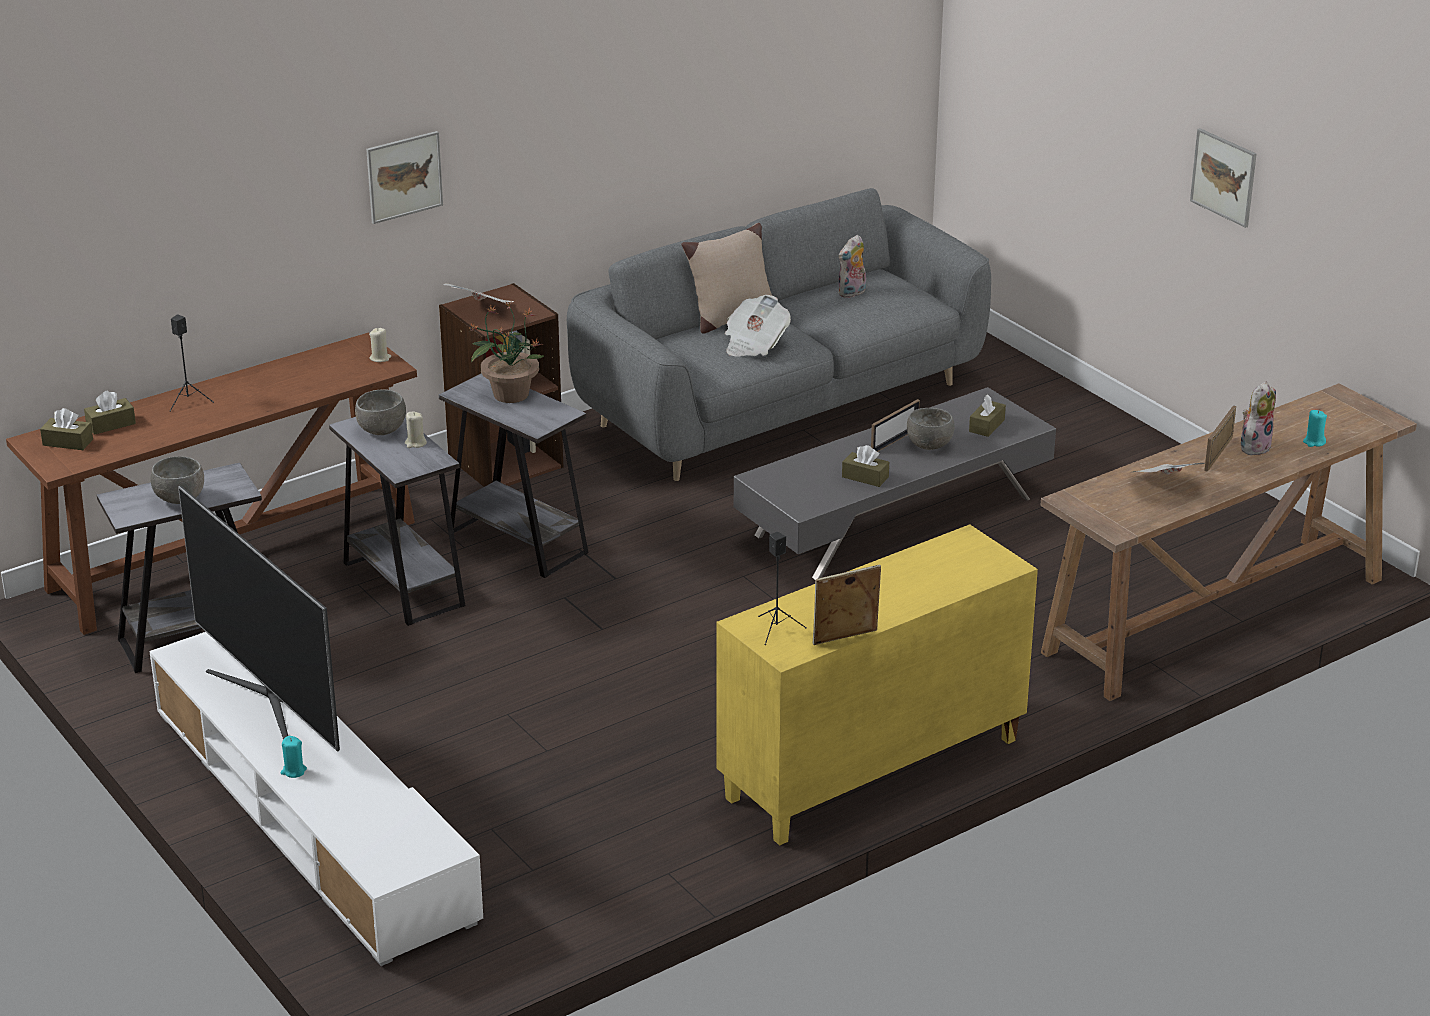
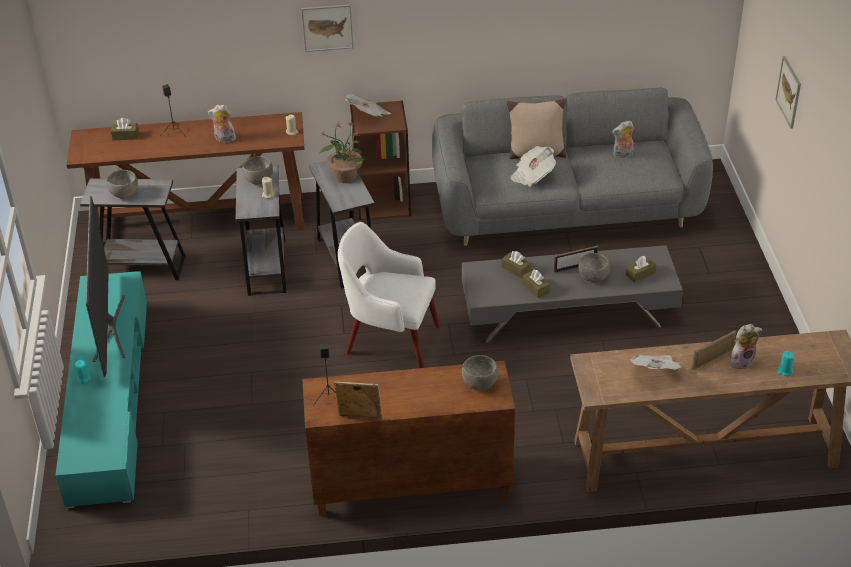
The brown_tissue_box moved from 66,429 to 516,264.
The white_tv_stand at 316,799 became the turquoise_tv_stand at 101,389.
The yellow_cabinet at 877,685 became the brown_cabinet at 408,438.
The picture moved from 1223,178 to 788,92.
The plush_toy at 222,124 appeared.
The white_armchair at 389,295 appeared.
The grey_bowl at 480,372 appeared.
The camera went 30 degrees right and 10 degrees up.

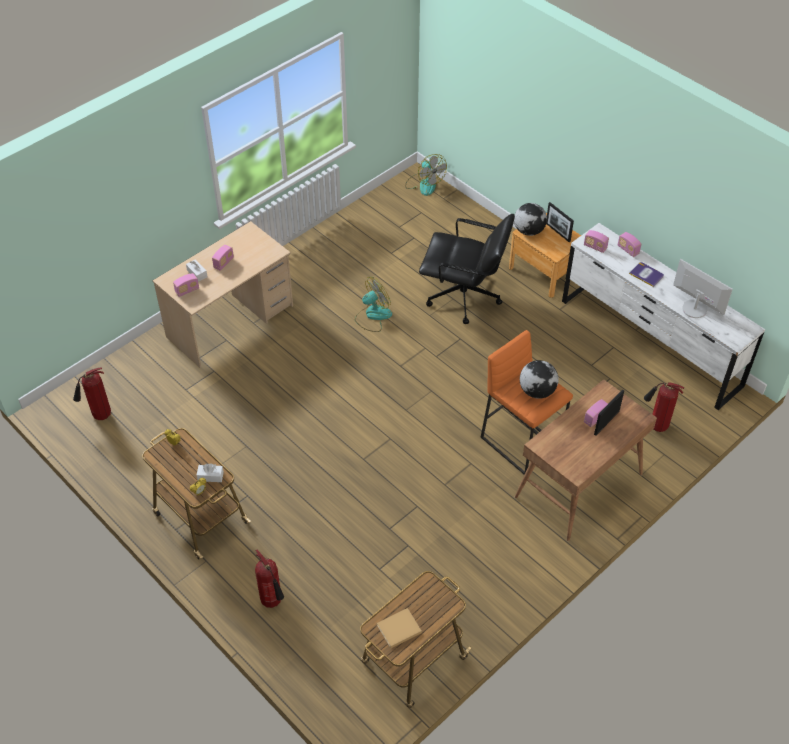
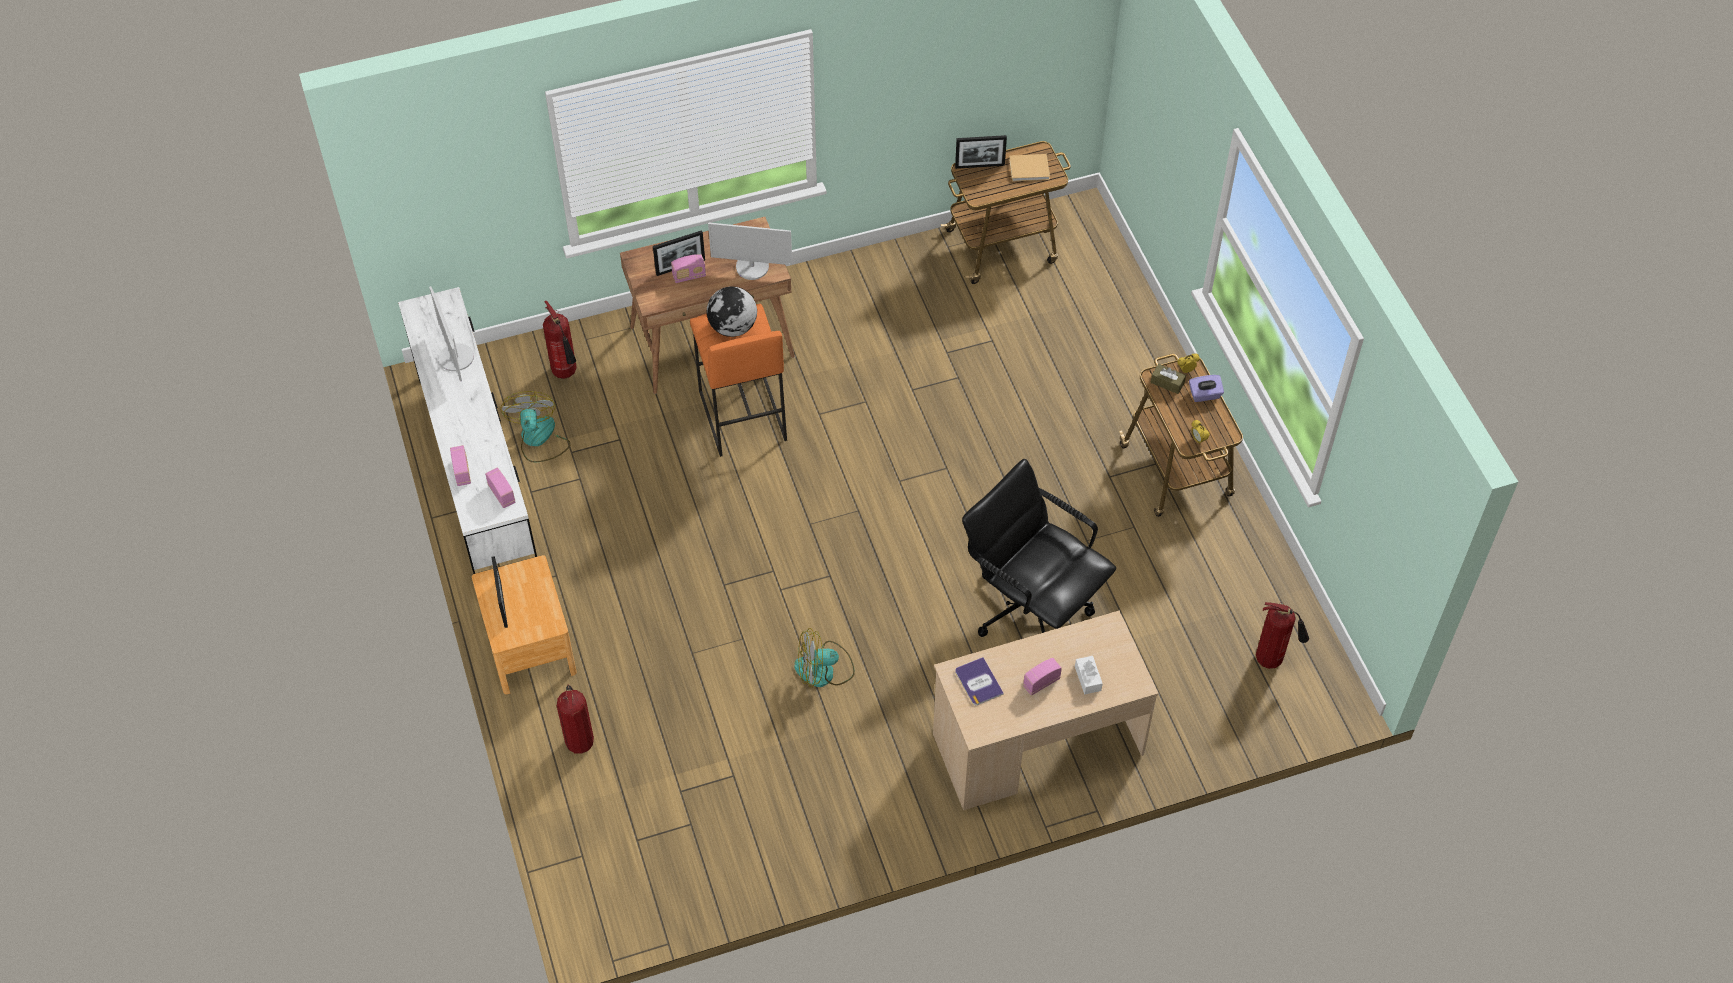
The radio at 186,285 disappeared.
The white_tissue_box at 210,473 became the brown_tissue_box at 1168,379.
The fire_extinguisher moved from 269,579 to 575,719.
The fan moved from 426,175 to 535,426.
The black_office_chair moved from 466,269 to 1039,548.
The globe at 530,219 disappeared.
The book moved from 646,274 to 979,681.
The monitor at 750,251 appeared.
The picture_frame at 981,152 appeared.
The purple_tissue_box at 1206,388 appeared.
The camera went 155 degrees left and 5 degrees up.

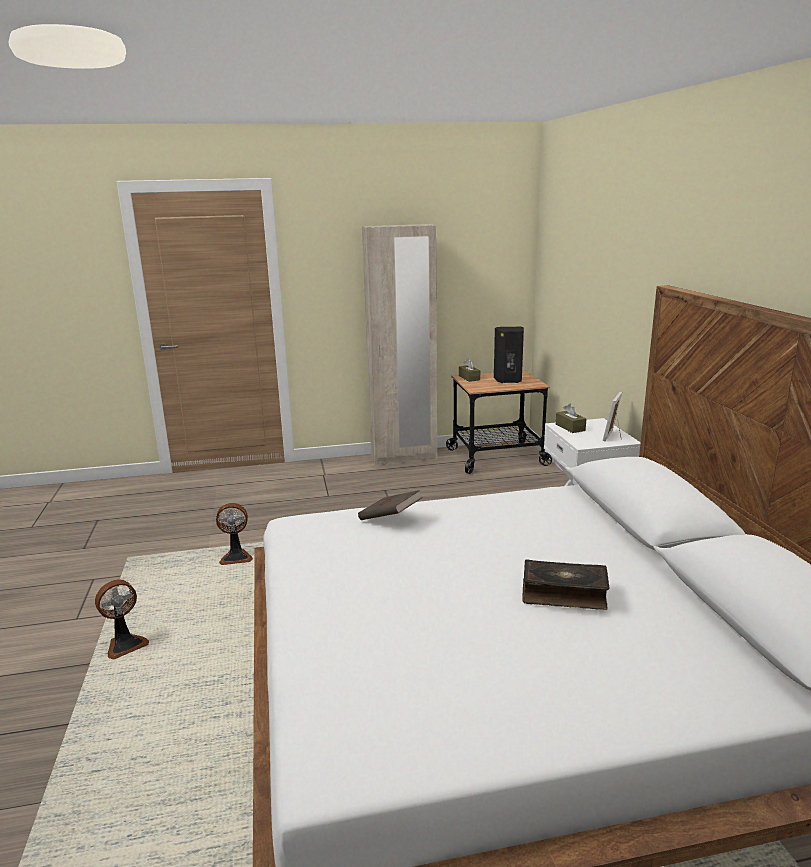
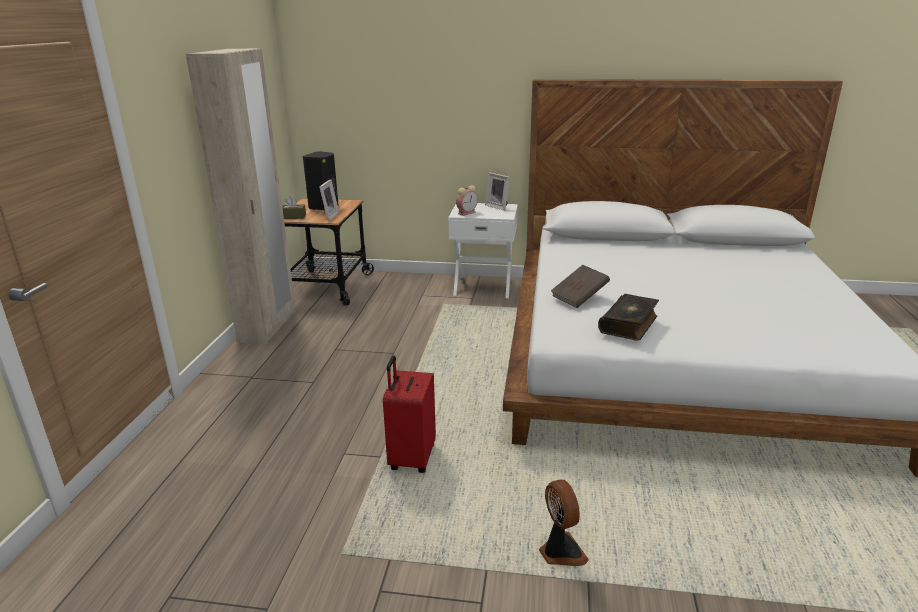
The fan at 234,534 was replaced by the red_suitcase at 409,414.
The book moved from 566,584 to 628,317.
The brown_tissue_box at 571,418 was replaced by the alarm_clock at 467,200.
The picture_frame at 329,200 appeared.
The camera went 70 degrees left and 5 degrees up.

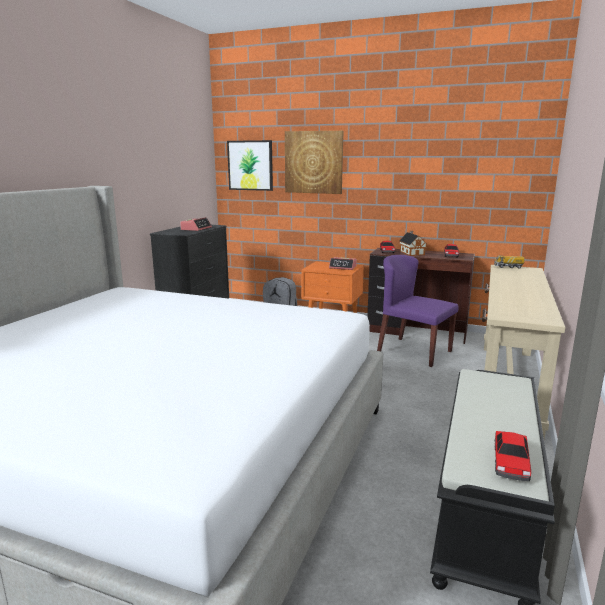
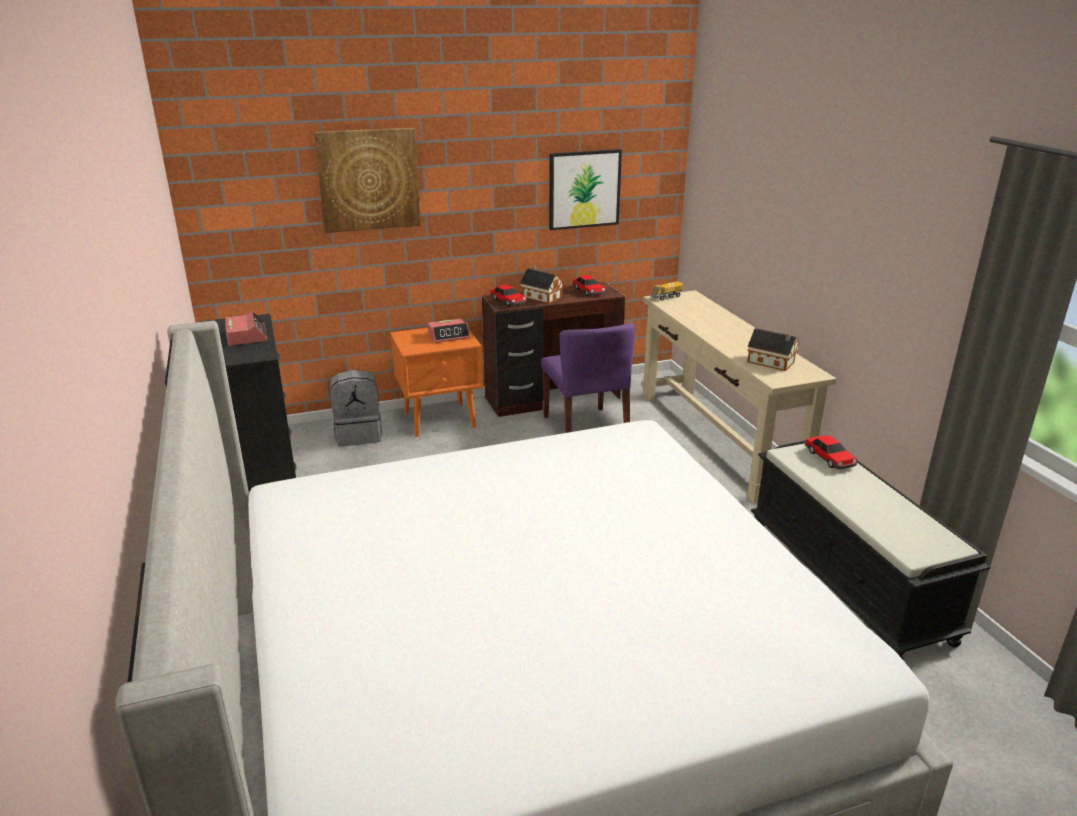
The picture moved from 250,165 to 585,189.
The purple_chair at 418,311 turned 105 degrees counterclockwise.
The toy_car moved from 513,456 to 831,452.
The toy_house at 773,349 appeared.
The camera went 40 degrees left and 10 degrees up.

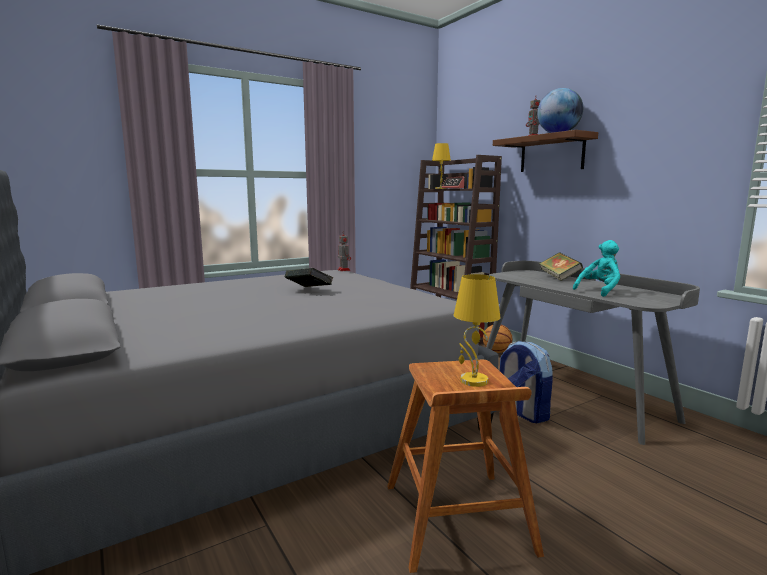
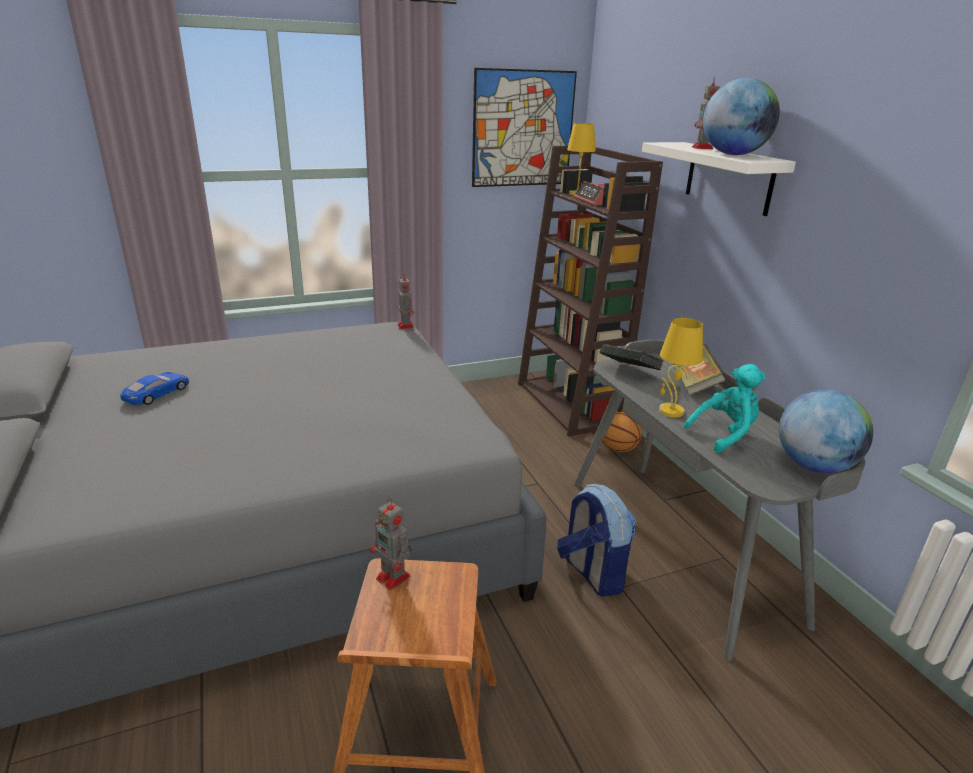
The book moved from 309,277 to 632,357.
The yellow_table_lamp moved from 477,330 to 681,368.
The brown_shelf at 545,151 became the white_shelf at 719,179.
The blue_toy_car at 154,388 appeared.
The toy_robot at 391,544 appeared.
The picture at 524,127 appeared.
The globe at 826,431 appeared.
The camera went 10 degrees right and 15 degrees up.

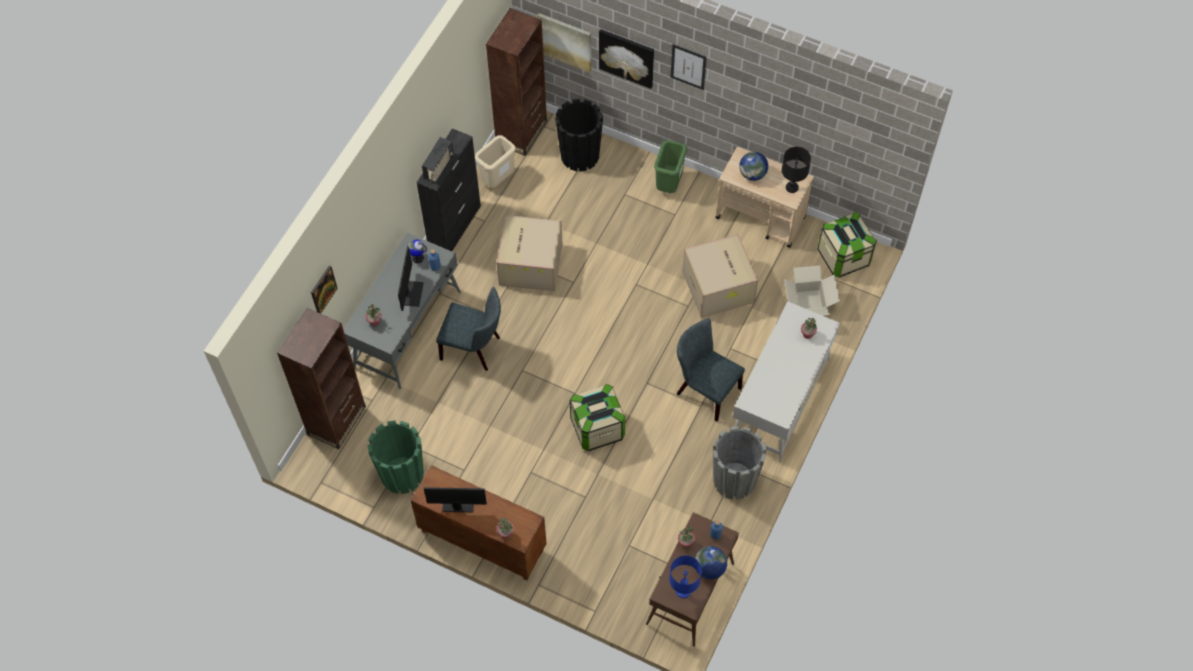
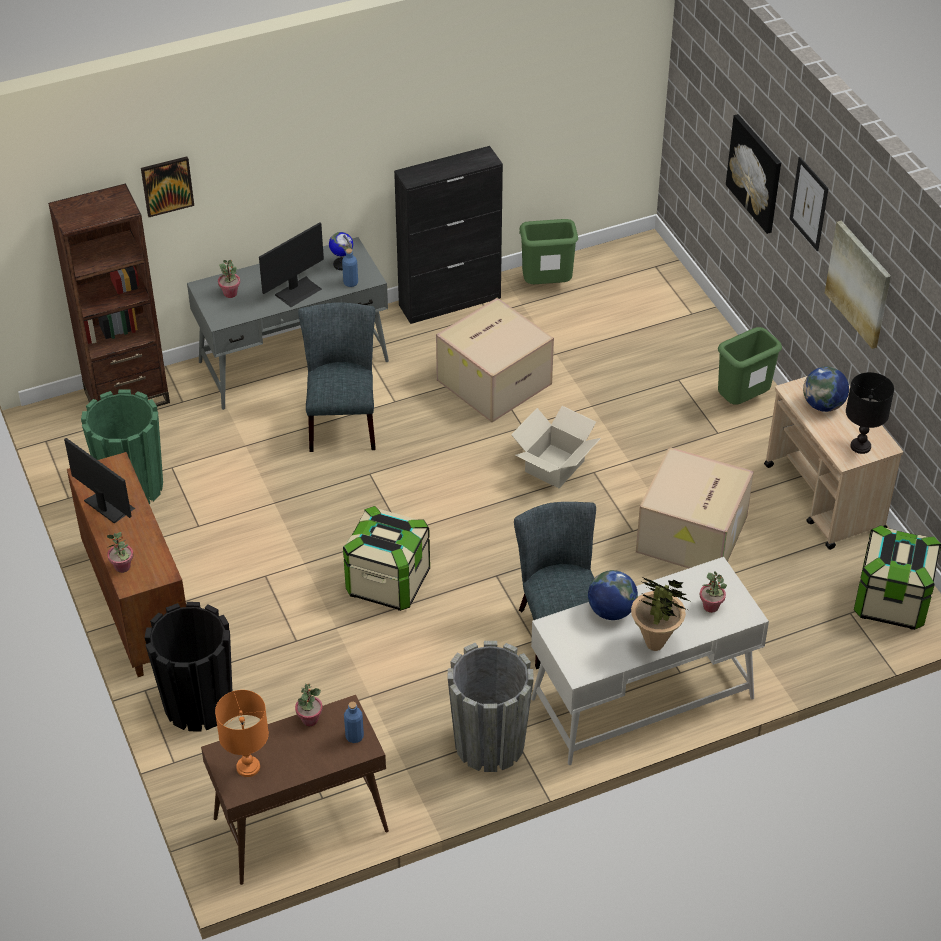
The radio at 438,159 disappeared.
The grey_chair at 468,329 turned 150 degrees counterclockwise.
The beige_trash_can at 495,161 became the green_trash_can at 548,251.
The brown_bookcase at 516,82 disappeared.
The picture moved from 564,42 to 858,284.
The black_planter moved from 579,135 to 188,667.
The blue_table_lamp at 685,576 became the orange_table_lamp at 242,733.
The globe moved from 711,563 to 613,595.
The cardboard_box moved from 812,291 to 556,447.
The potted_plant at 660,614 appeared.
The camera went 40 degrees right and 15 degrees down.

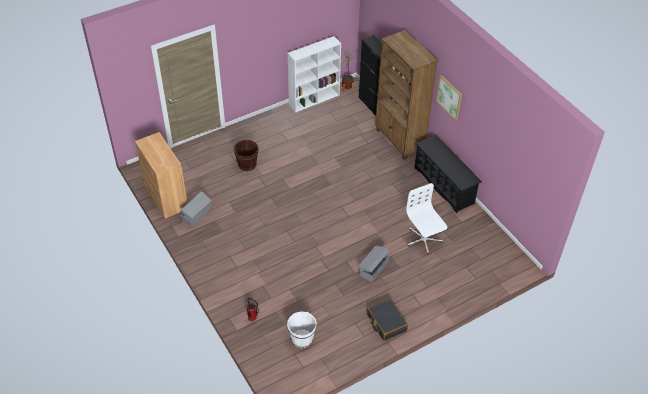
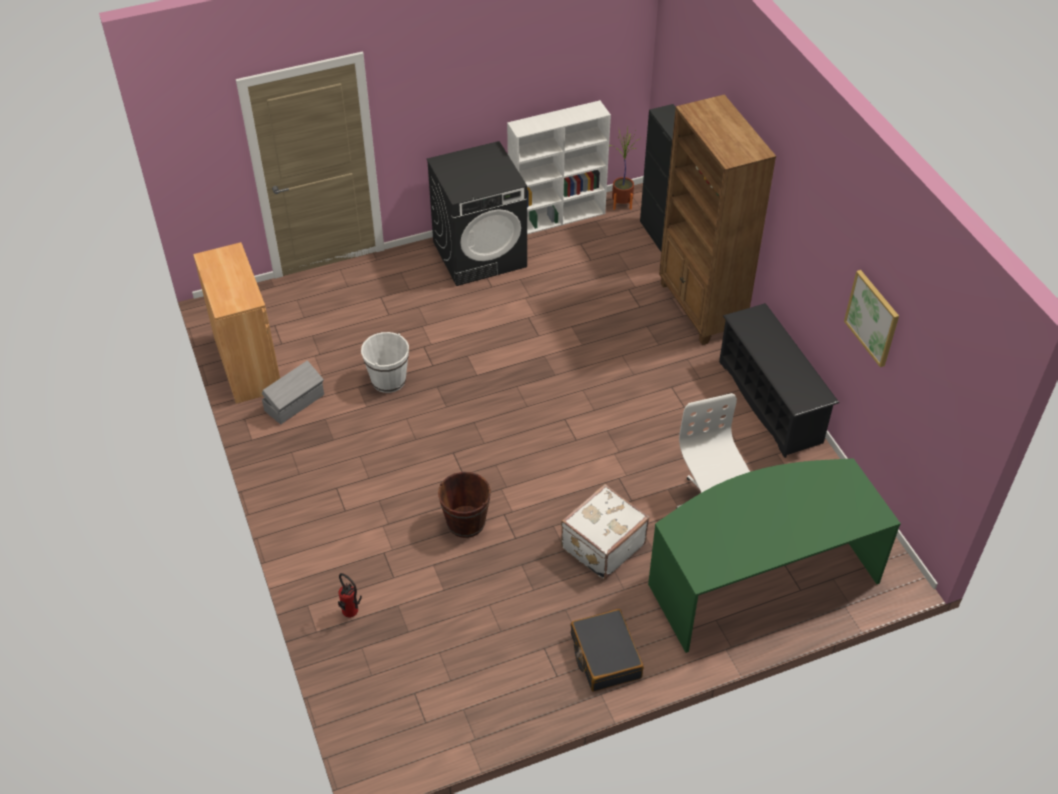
The brown_bucket moved from 246,155 to 464,505.
The white_bucket moved from 302,329 to 385,362.
The grey_storage_box at 374,264 was replaced by the white_suitcase at 605,532.
The picture moved from 449,97 to 871,318.
The black_washing_machine at 477,213 appeared.
The green_desk at 774,555 appeared.
The camera went 10 degrees right and 0 degrees up.

